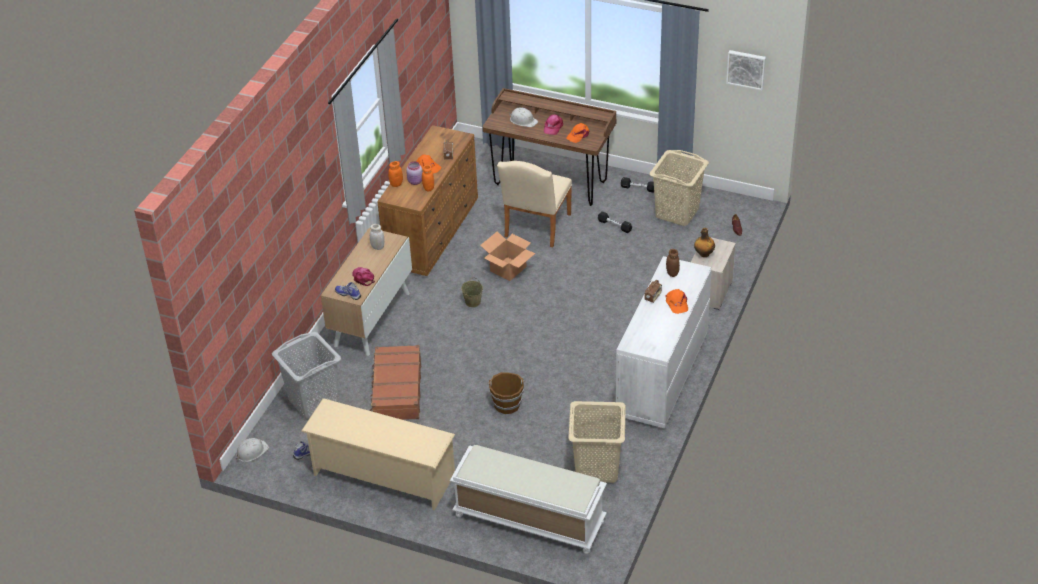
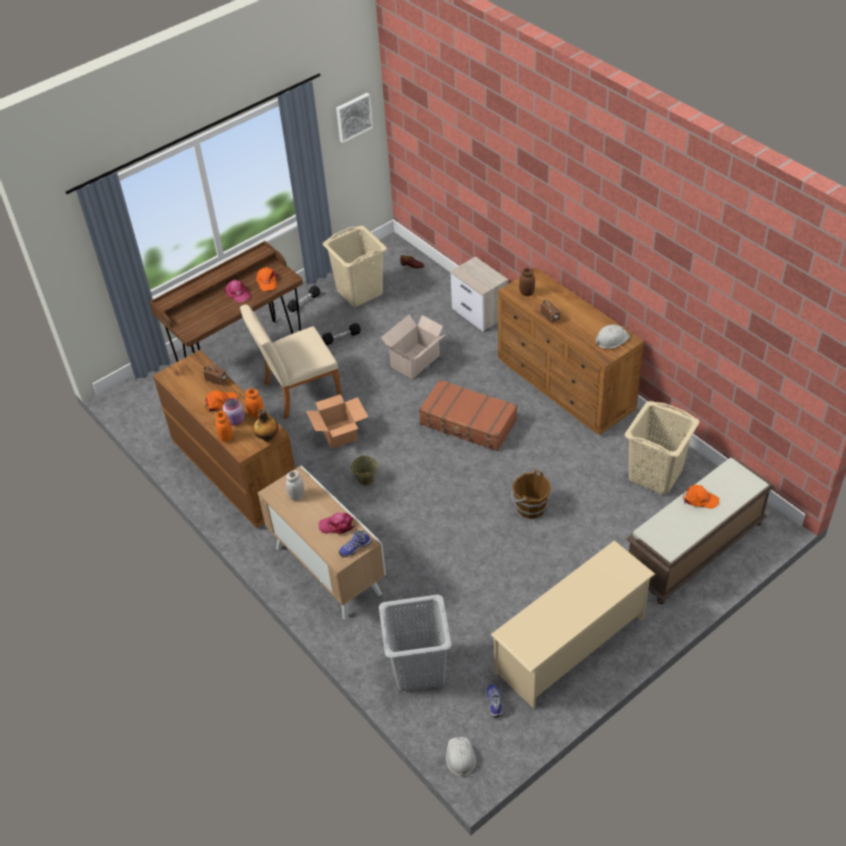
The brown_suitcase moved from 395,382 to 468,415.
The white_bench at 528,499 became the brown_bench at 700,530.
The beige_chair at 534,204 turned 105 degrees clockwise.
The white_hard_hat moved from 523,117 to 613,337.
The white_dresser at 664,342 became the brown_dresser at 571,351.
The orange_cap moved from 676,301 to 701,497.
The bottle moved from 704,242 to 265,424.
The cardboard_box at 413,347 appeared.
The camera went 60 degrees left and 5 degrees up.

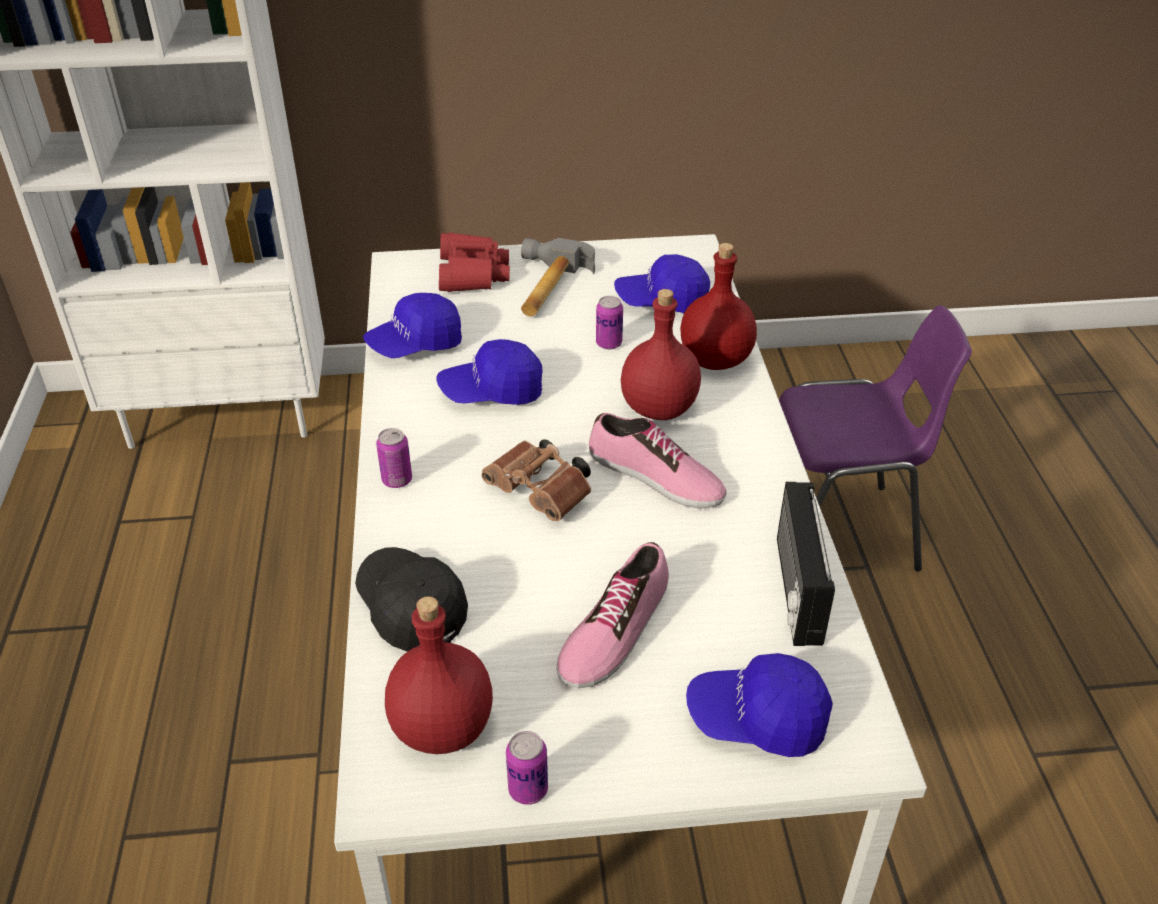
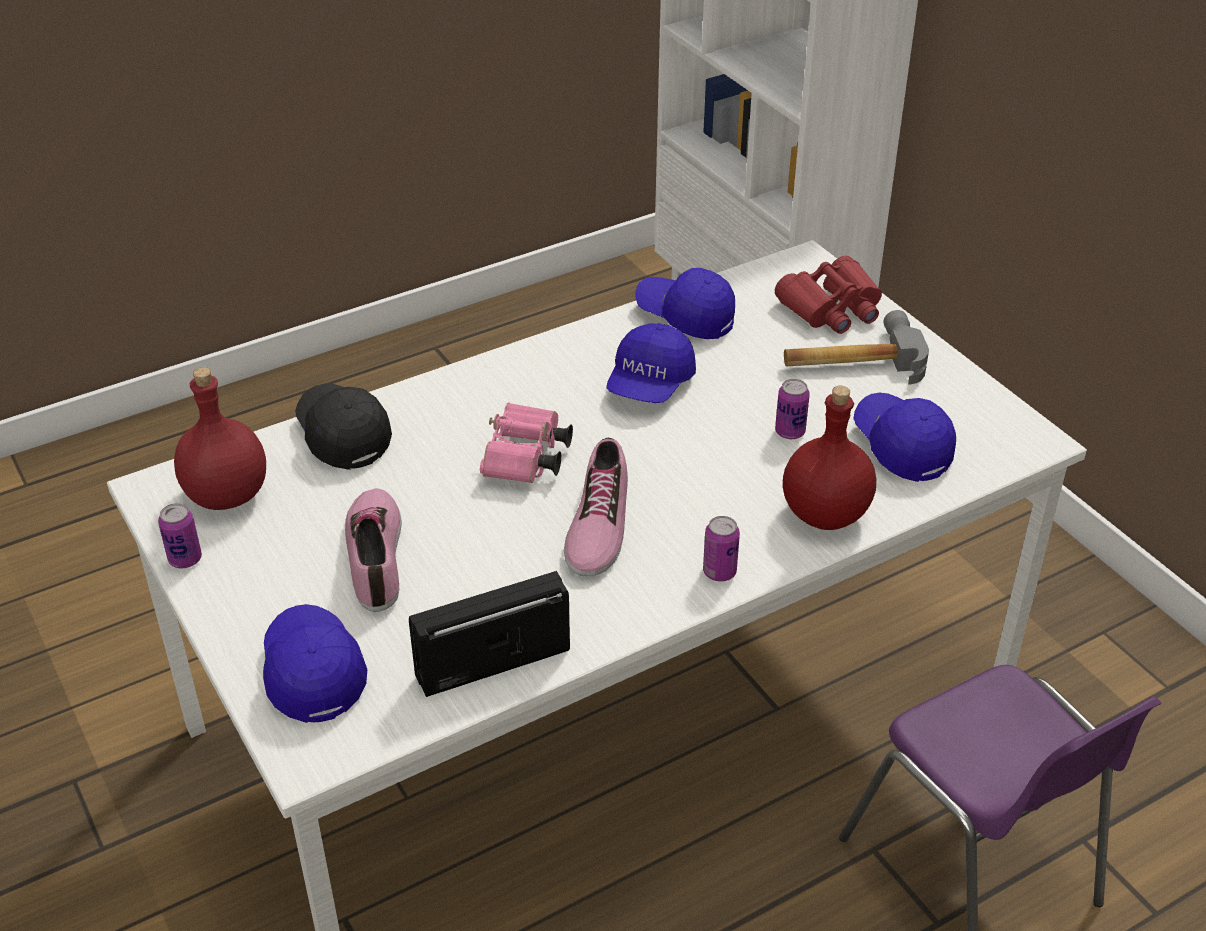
The black_cap at 411,599 turned 60 degrees counterclockwise.
The can moved from 394,458 to 721,548.
The blue_cap at 489,372 turned 120 degrees counterclockwise.
The brown_binoculars at 536,480 became the pink_binoculars at 526,443.
The shoe at 613,615 turned 75 degrees clockwise.
The red_bottle at 661,354 disappeared.
The camera went 65 degrees right and 0 degrees up.

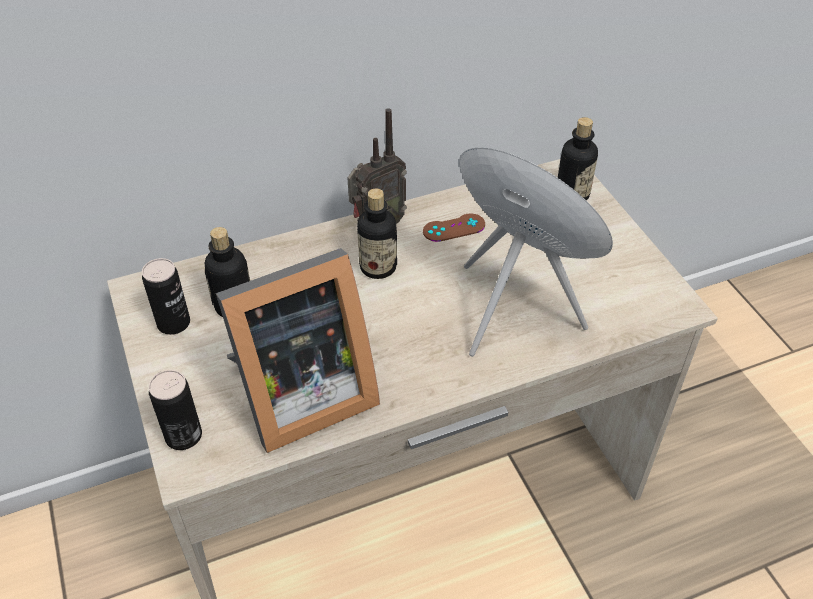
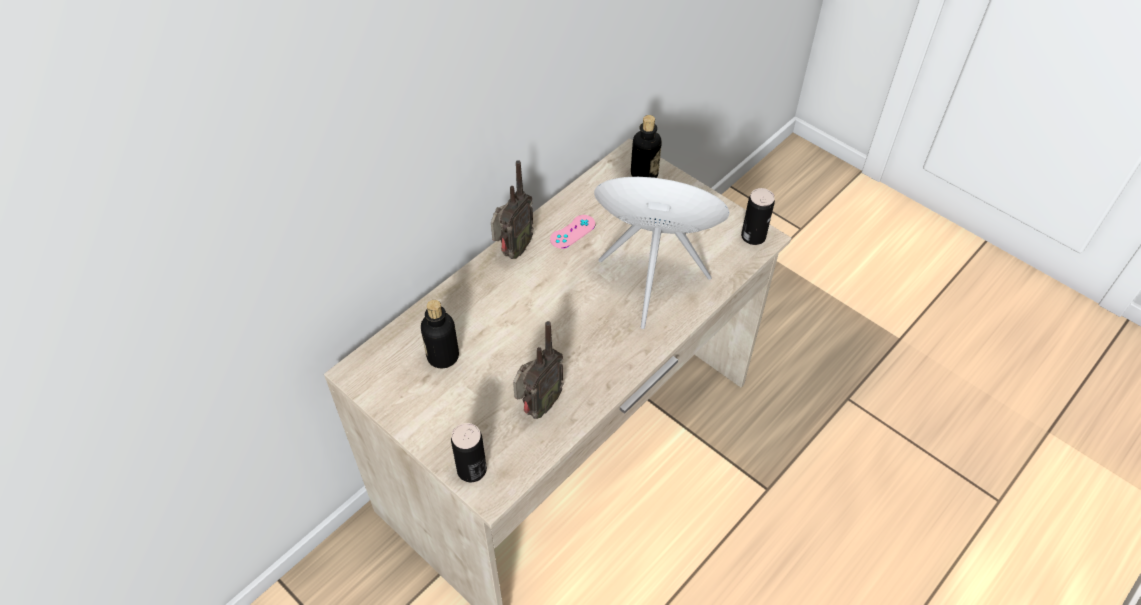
The can moved from 166,296 to 758,216.
The picture_frame at 298,350 was replaced by the radio at 538,370.
The bottle at 377,233 disappeared.
The brown_game_controller at 454,227 became the pink_game_controller at 572,232.
The camera went 25 degrees left and 5 degrees up.

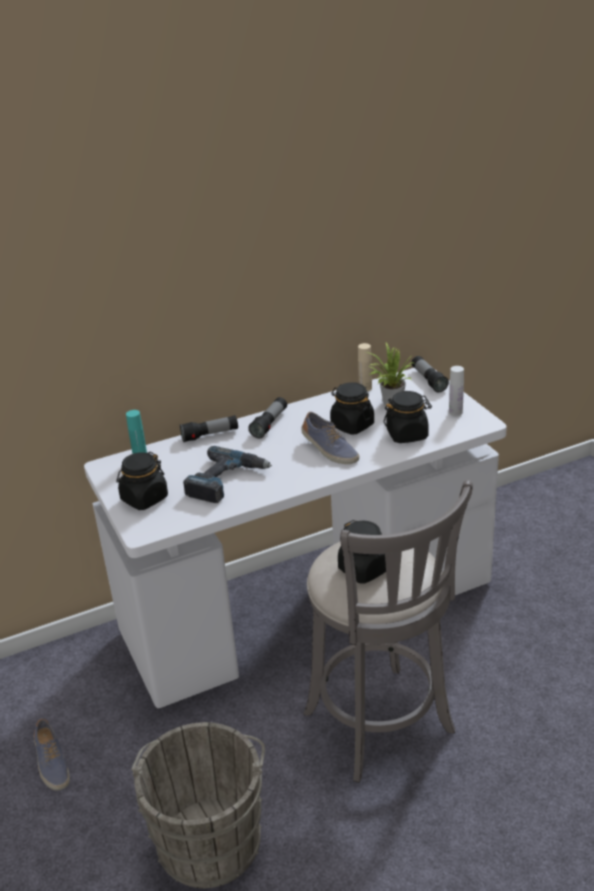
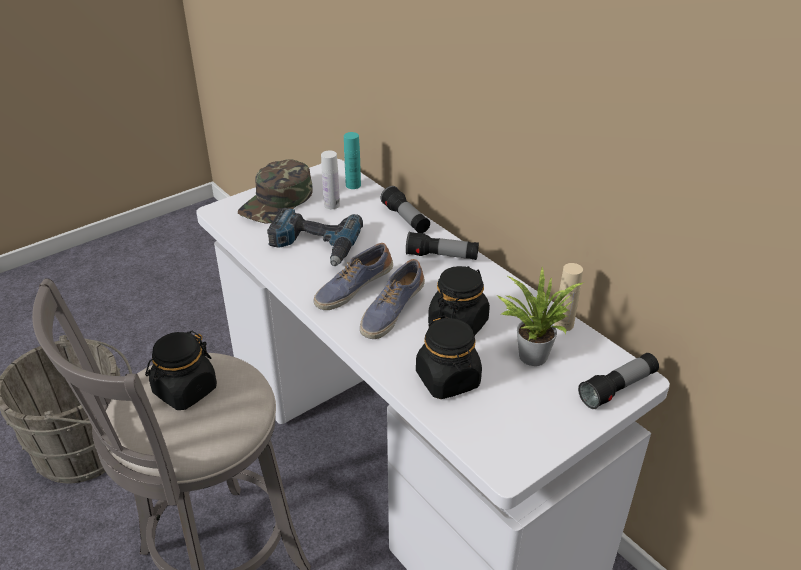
The shoe moved from 52,755 to 353,276.
The black_jar at 142,481 was replaced by the green_cap at 275,191.
The white_bottle moved from 456,391 to 330,180.
The camera went 75 degrees right and 5 degrees up.

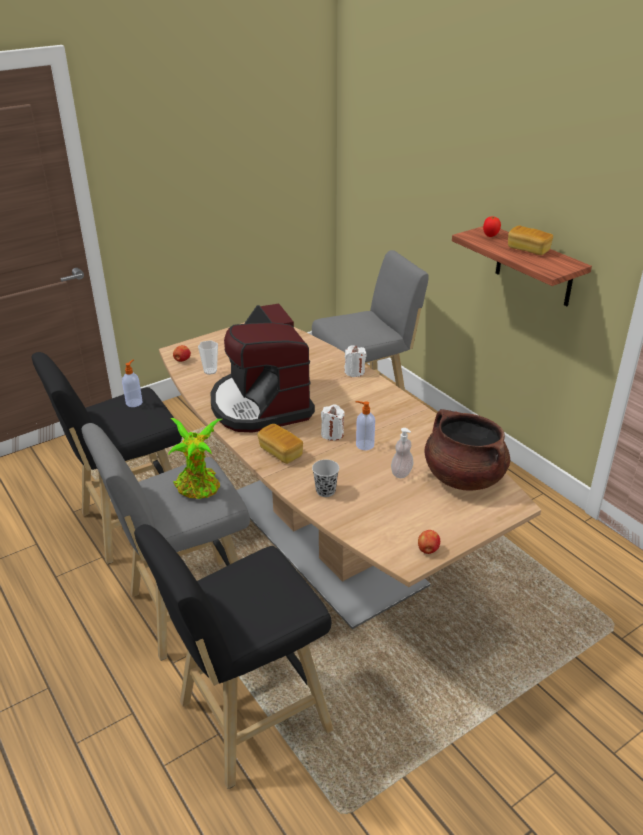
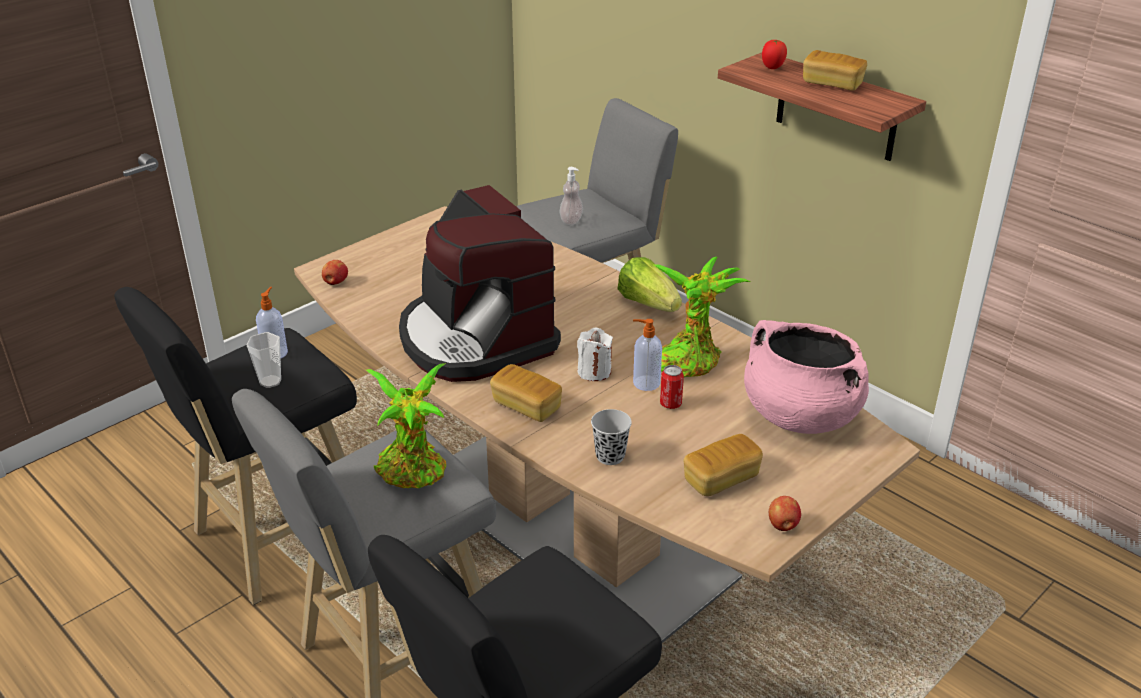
The cup moved from 208,357 to 264,360.
The white_candle at 355,361 disappeared.
The soap_dispenser moved from 402,453 to 571,196.
The brown_cooking_pot at 467,450 became the pink_cooking_pot at 806,377.
The lettuce at 649,284 appeared.
The potted_plant at 701,317 appeared.
The can at 672,387 appeared.
The bread at 723,465 appeared.
The camera went 10 degrees left and 0 degrees up.

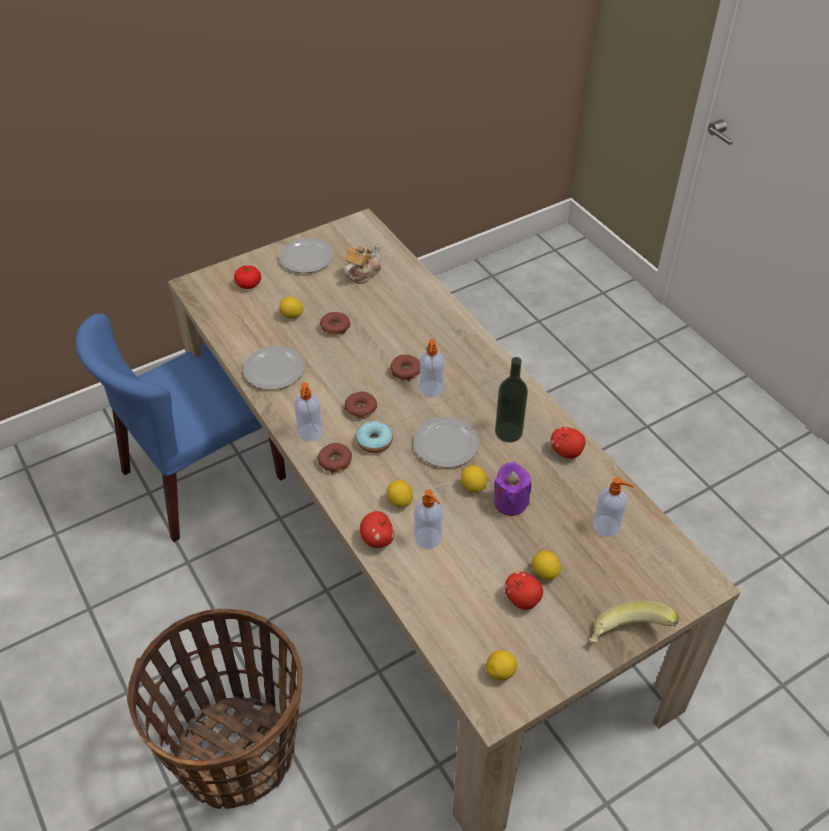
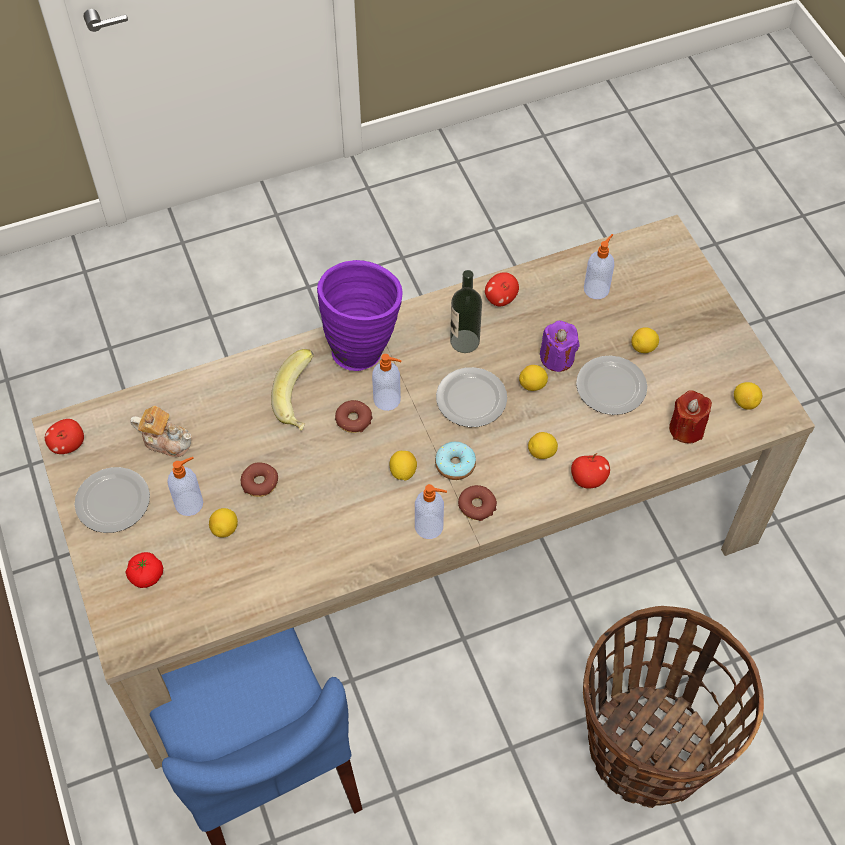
The plate moved from 274,368 to 611,385.
The teapot at 362,263 turned 150 degrees clockwise.
The donut at 360,405 was replaced by the lemon at 403,466.
The soap_dispenser moved from 428,519 to 185,486.
The apple moved from 523,591 to 64,436.
The banana moved from 634,621 to 292,390.
The purple_vase at 359,315 appeared.
The red_candle at 690,417 appeared.
The camera went 80 degrees left and 10 degrees up.

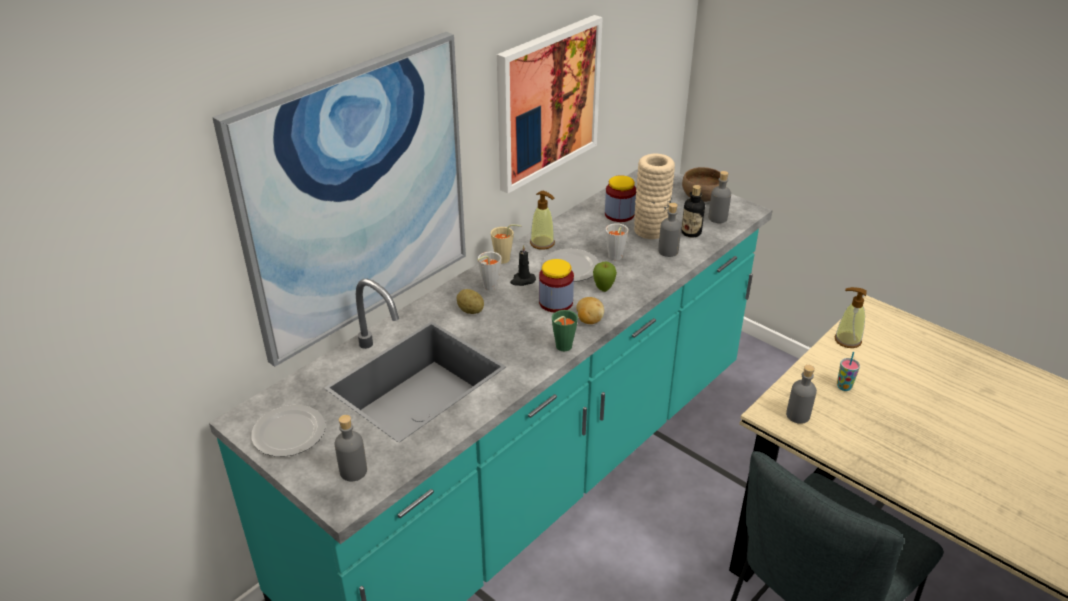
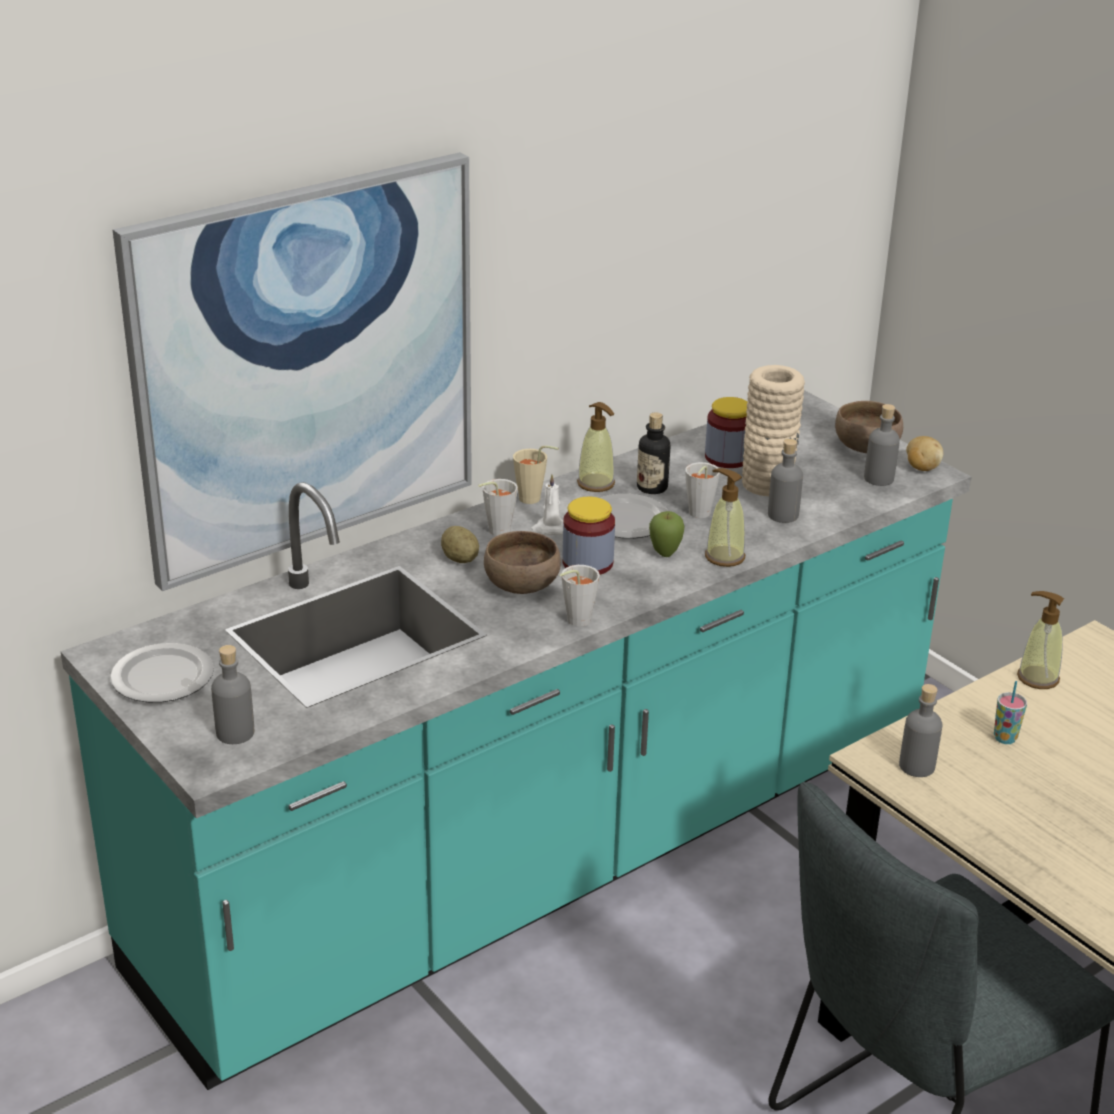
The picture at 550,104 disappeared.
The black_candle at 523,265 became the white_candle at 546,505.
The green_cup at 565,330 became the grey_cup at 580,595.
The potato moved from 590,310 to 924,453.
The bottle moved from 693,211 to 653,453.
The brown_bowl at 522,562 appeared.
The soap_dispenser at 725,517 appeared.
The camera went 10 degrees right and 5 degrees down.

